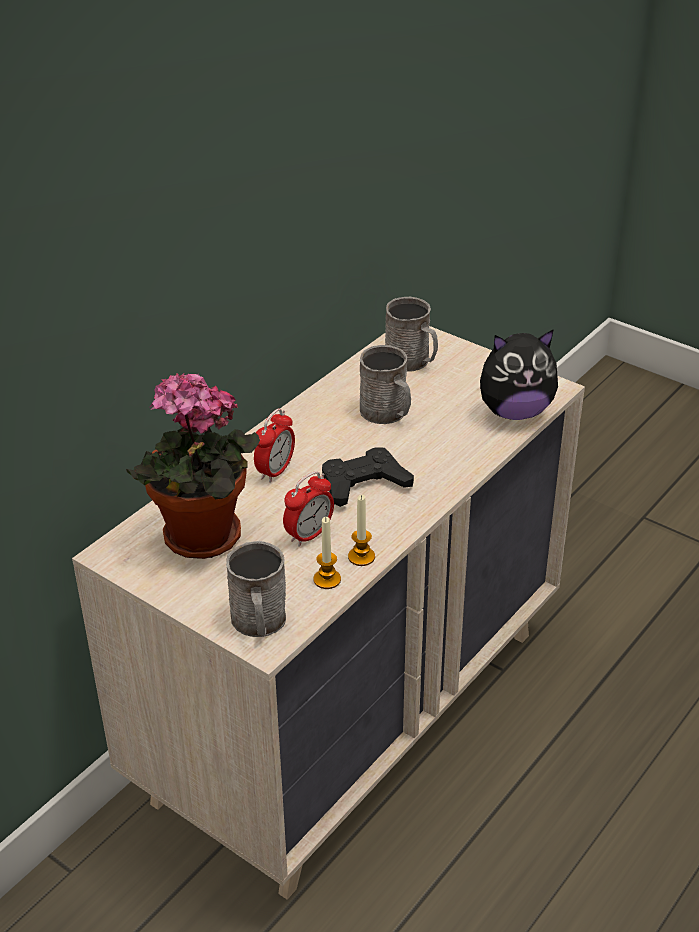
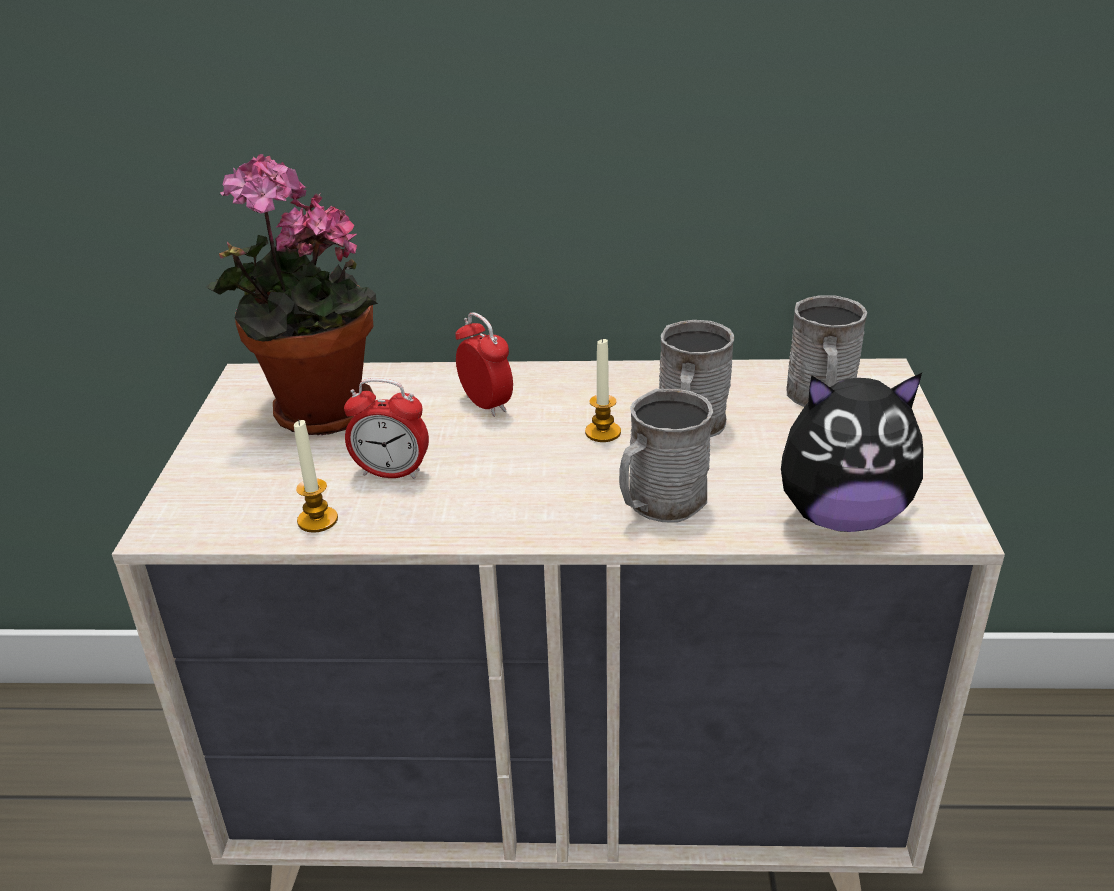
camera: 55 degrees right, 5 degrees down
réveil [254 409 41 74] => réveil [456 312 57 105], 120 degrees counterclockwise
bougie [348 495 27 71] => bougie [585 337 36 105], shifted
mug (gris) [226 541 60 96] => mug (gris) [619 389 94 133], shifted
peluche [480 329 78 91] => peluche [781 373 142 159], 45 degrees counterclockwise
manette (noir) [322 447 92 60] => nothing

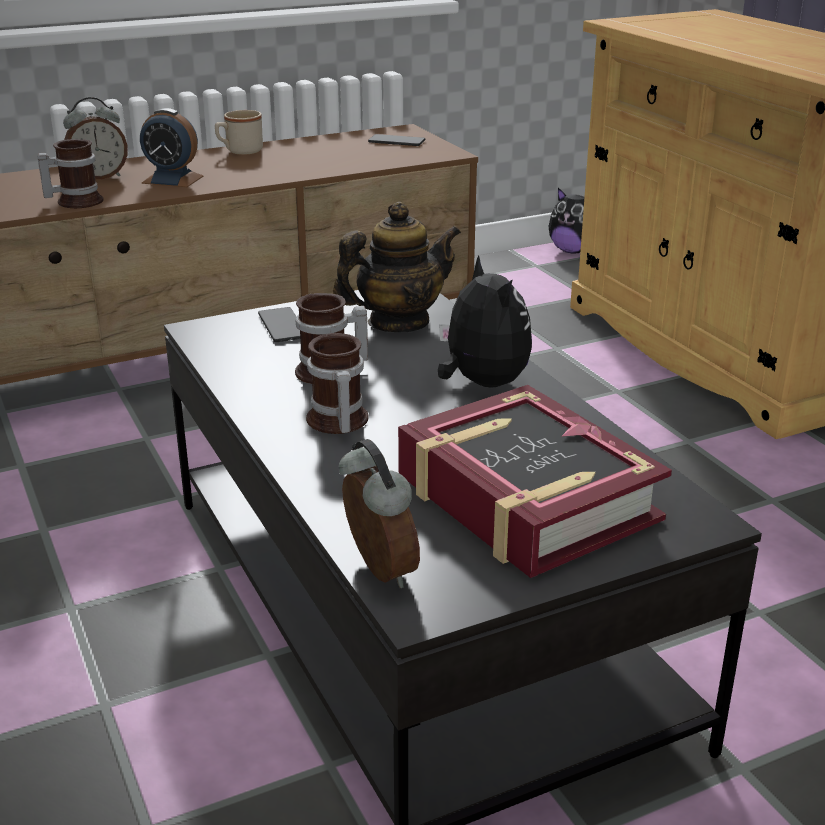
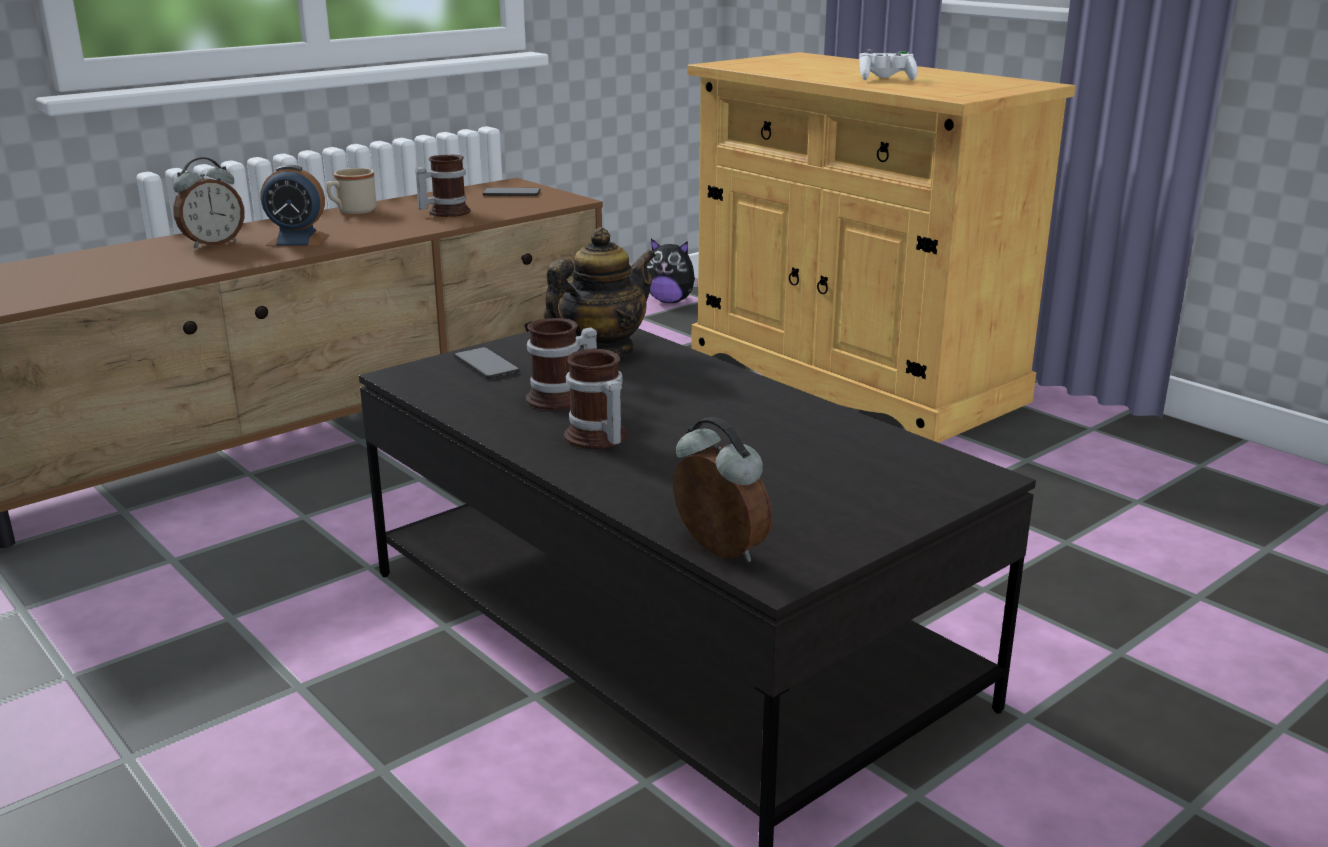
camera: 15 degrees left, 5 degrees down
mug [38 139 65 69] => mug [415 155 56 62], shifted
nothing => manette (blanc) [859 49 58 31]
livre [398 385 274 193] => nothing
peluche [438 255 94 133] => nothing

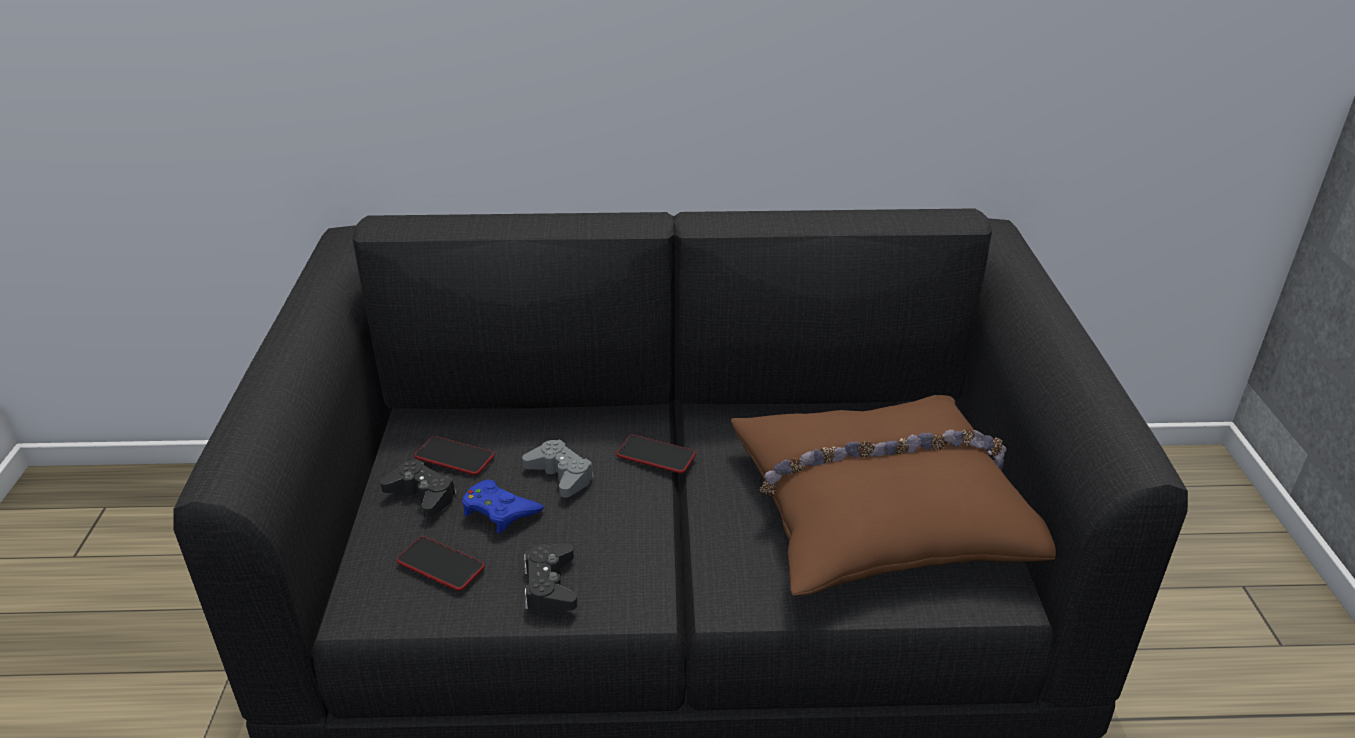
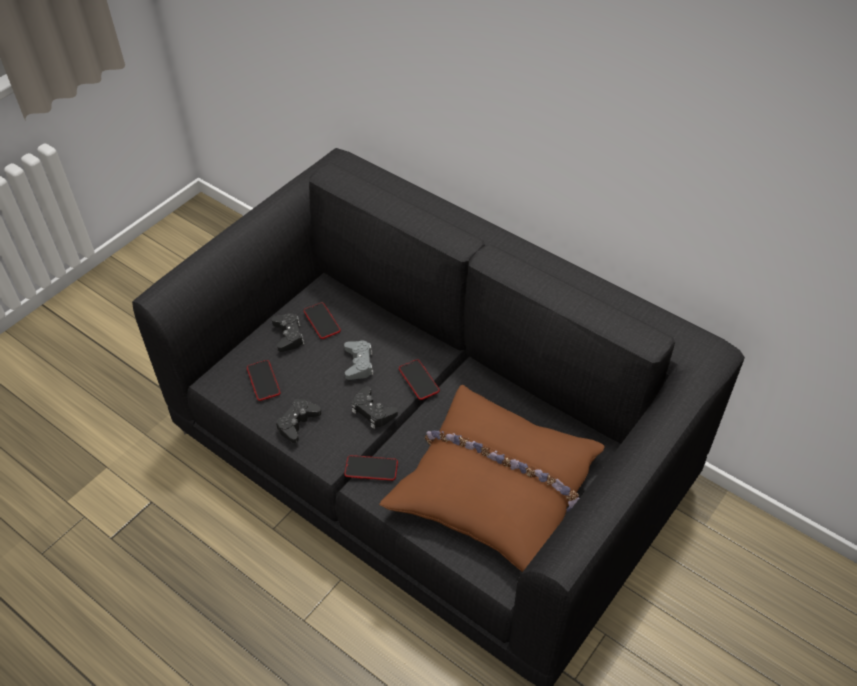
camera: 40 degrees right, 15 degrees up
nothing => téléphone [344 455 54 26]
nothing => manette (noir) [352 386 46 43]
manette (bleu) [462 480 82 53] => nothing

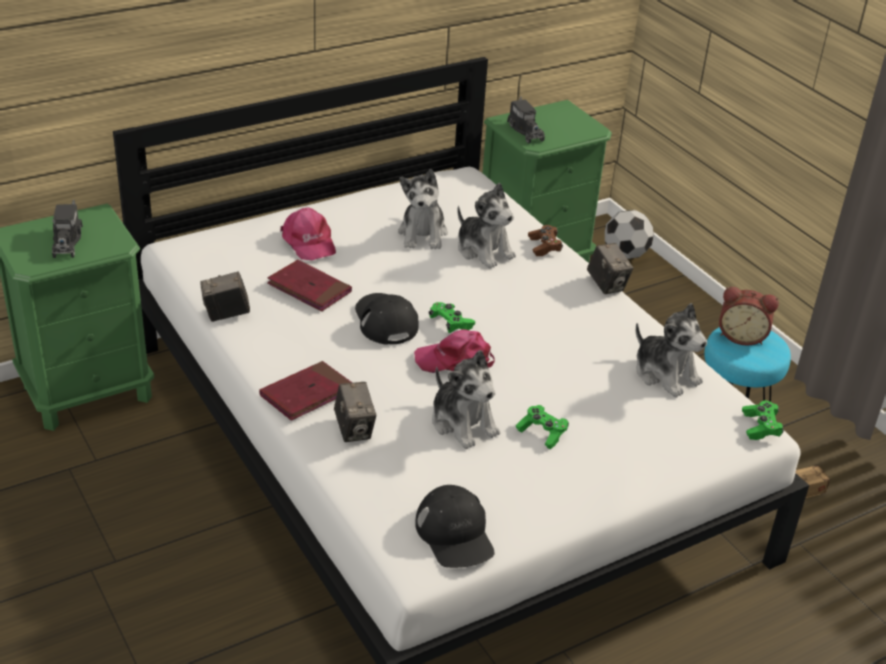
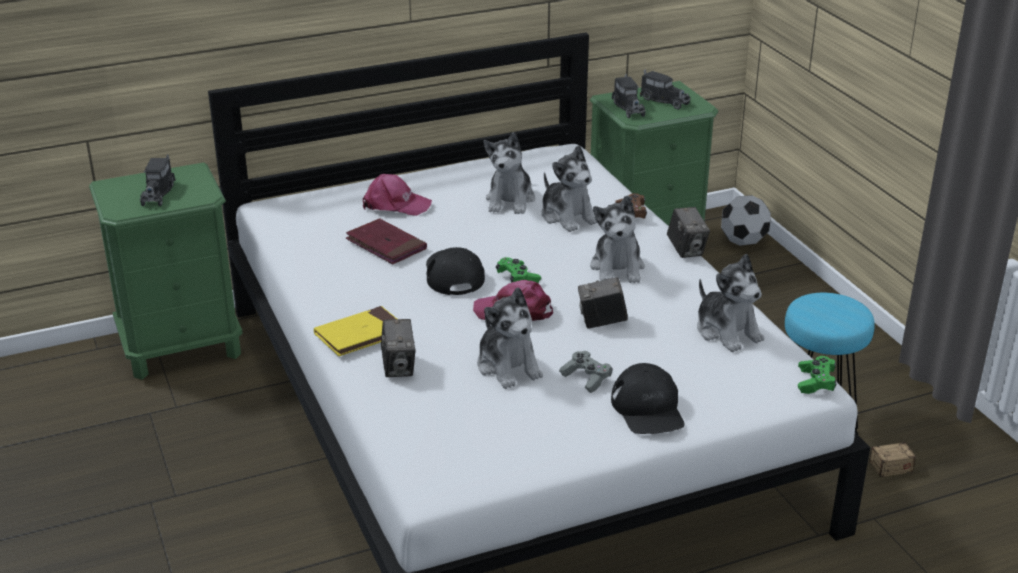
camera: 10 degrees right, 5 degrees down
livre (rouge) [259 361 93 59] => livre (jaune) [314 306 83 50]
casquette (rose) [280 207 56 53] => casquette (rose) [363 174 69 42], 60 degrees counterclockwise
manette (vert) [516 405 53 44] => manette (gris) [559 351 54 42]
appareil photo [200 272 50 50] => appareil photo [578 277 50 52], shifted
nothing => peluche [590 195 55 88]
casquette (noir) [415 485 80 83] => casquette (noir) [611 363 74 71], shifted
nothing => camion jouet [640 69 50 41]
réveil [719 287 60 59] => nothing

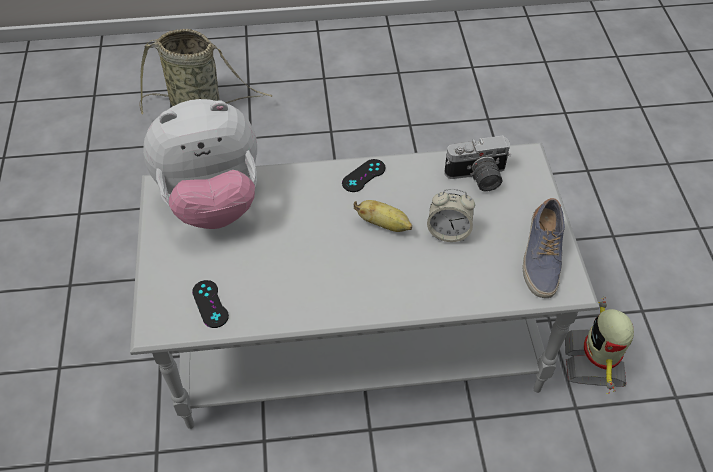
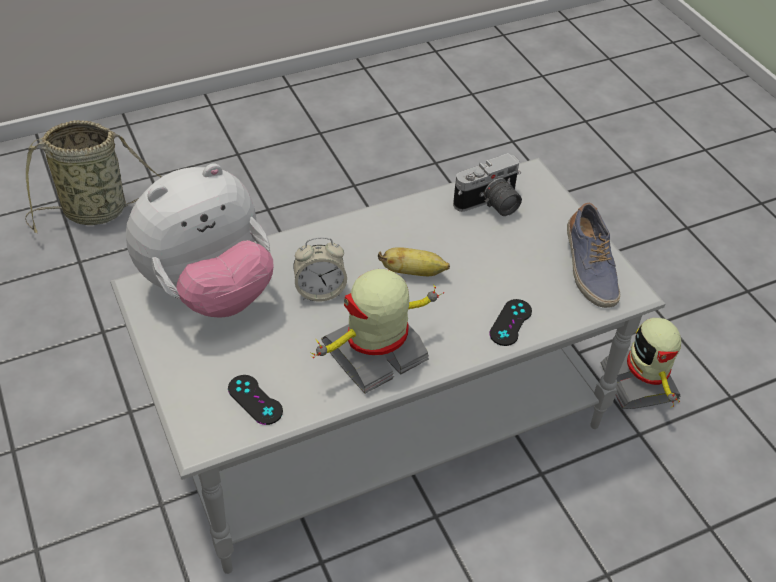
camera: 20 degrees left, 5 degrees down
réveil [427 189 48 53] => réveil [293 237 54 65], shifted
nothing => robot jouet [311 269 133 125]
manette (noir) [342 159 43 33] => manette (noir) [489 299 43 47], shifted

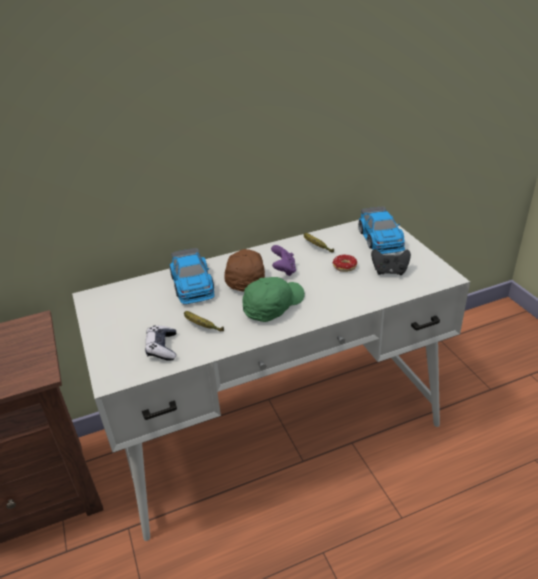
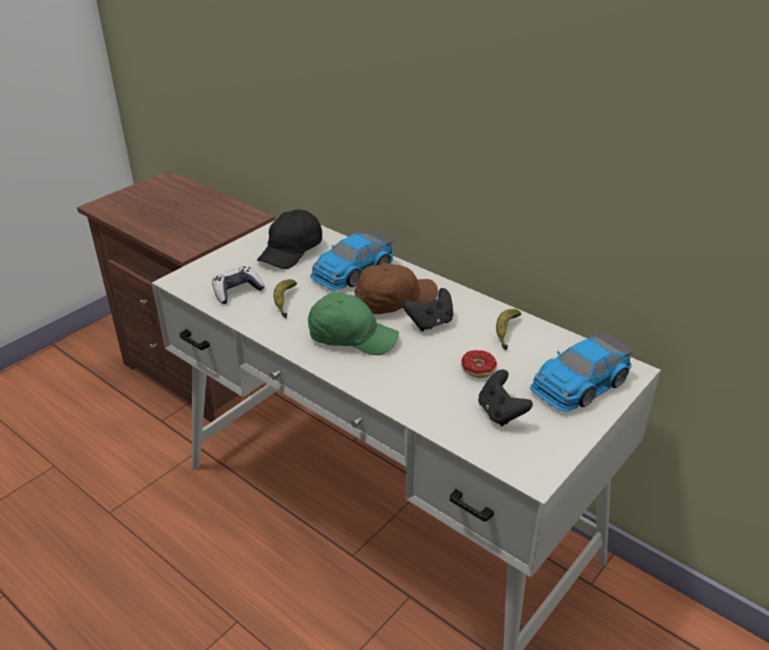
camera: 60 degrees right, 0 degrees up
nothing => casquette (noir) [257 209 65 60]
manette (violet) [271 245 25 31] => manette (noir) [403 288 50 43]

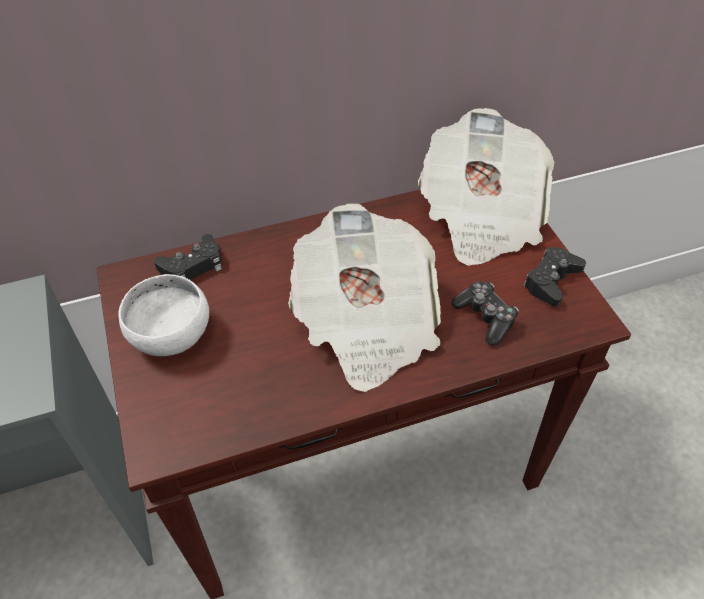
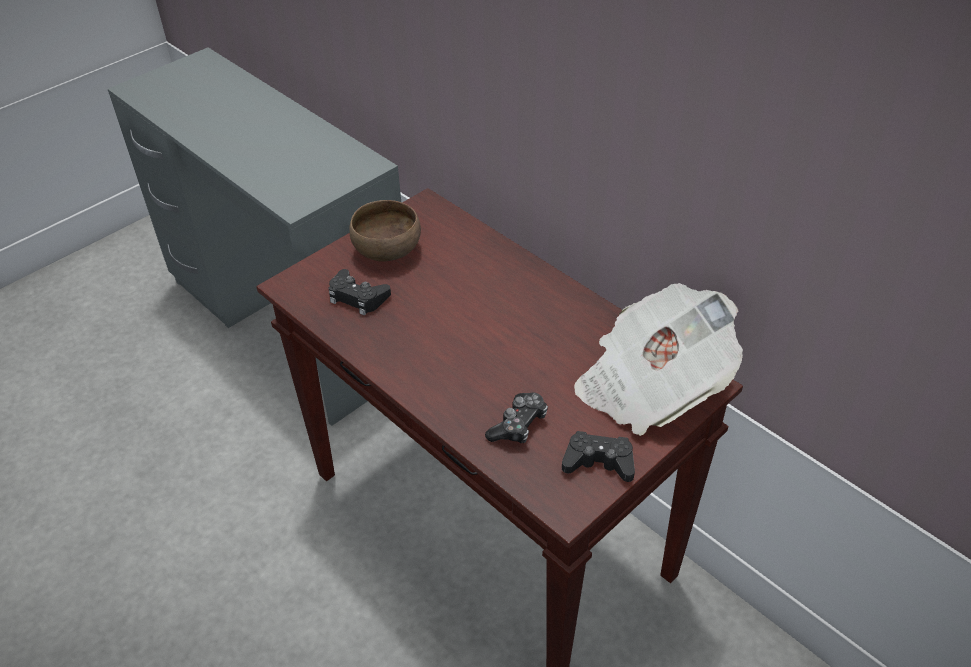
camera: 65 degrees right, 5 degrees down
manette (noir) [154 234 68 46] => manette (noir) [328 269 63 46], shifted
bol (blanc) [118 274 91 82] => bol (marron) [350 200 71 62]
journal [288 203 153 189] => nothing

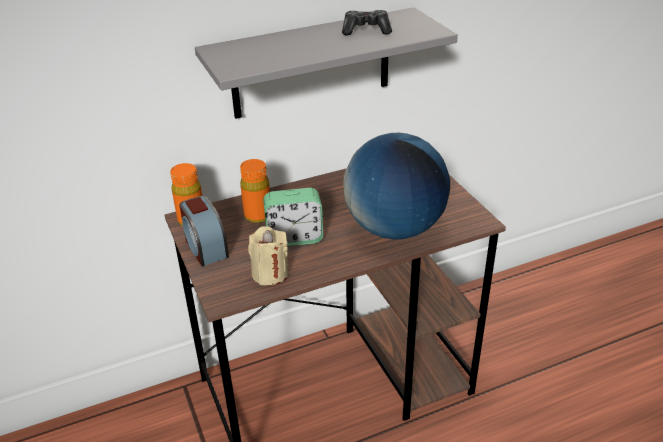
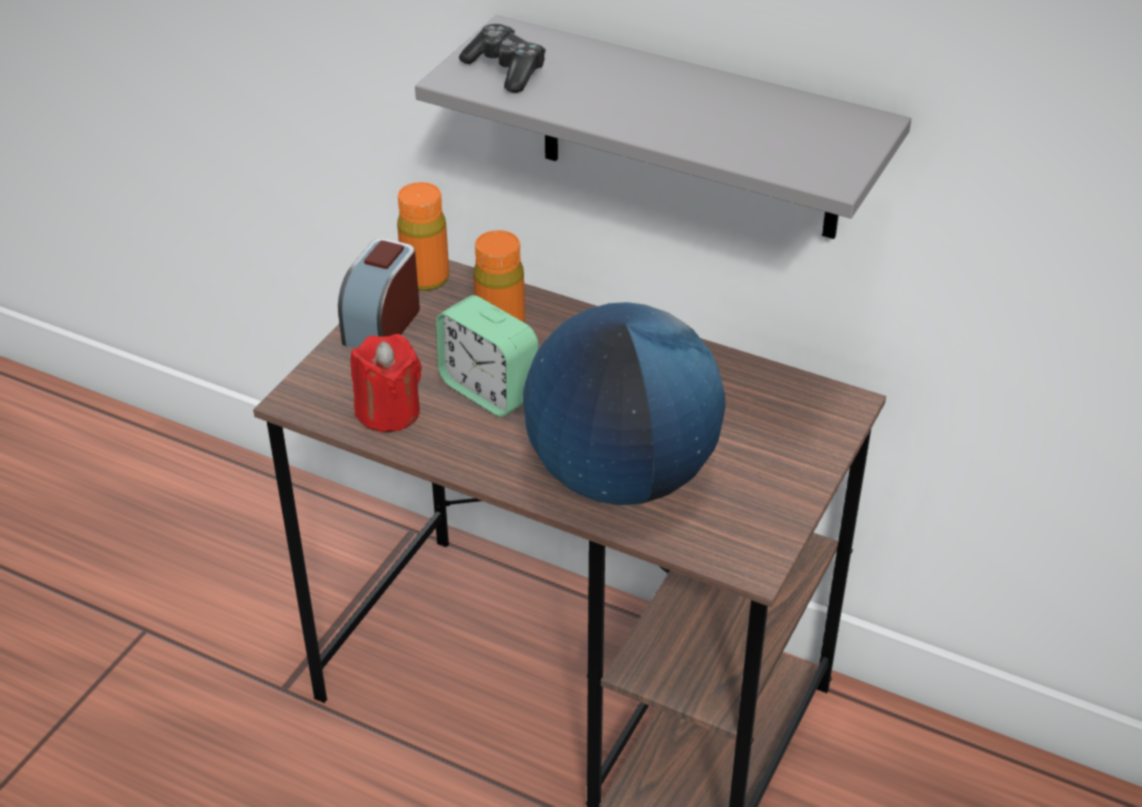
camera: 50 degrees right, 5 degrees up
bougie (beige) [248 226 41 59] => bougie (rouge) [351 334 71 98]
manette [342 10 50 25] => manette [459 24 87 69], shifted

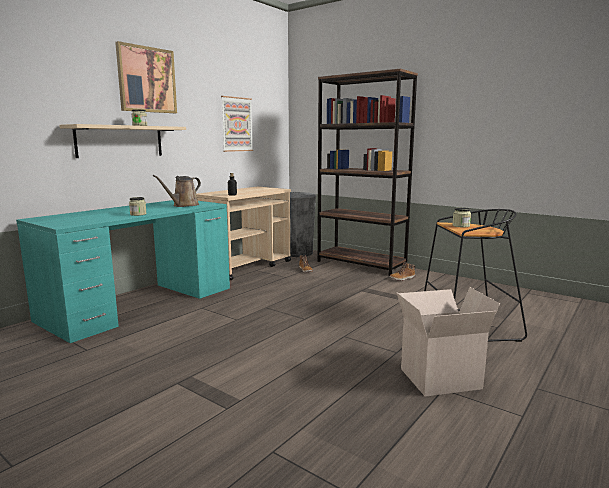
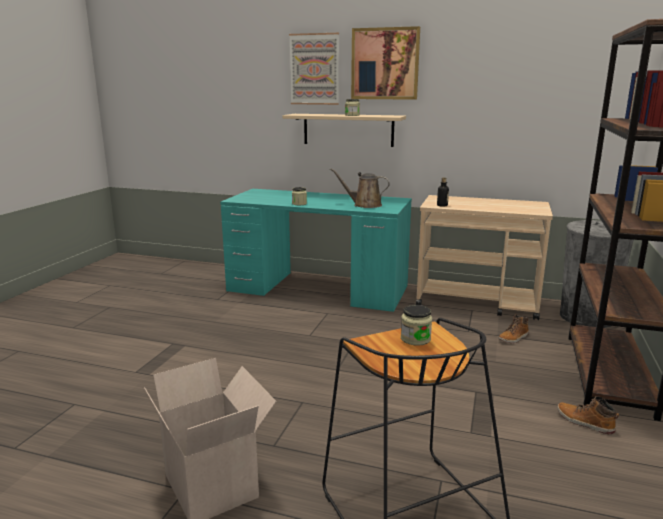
camera: 70 degrees right, 5 degrees up
tableau [221 96 32 56] => tableau [289 33 50 72], shifted

